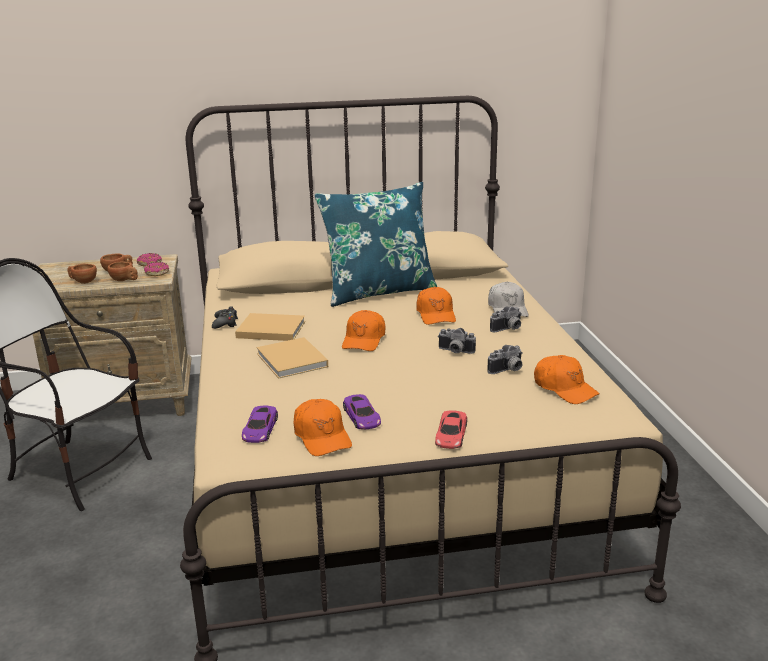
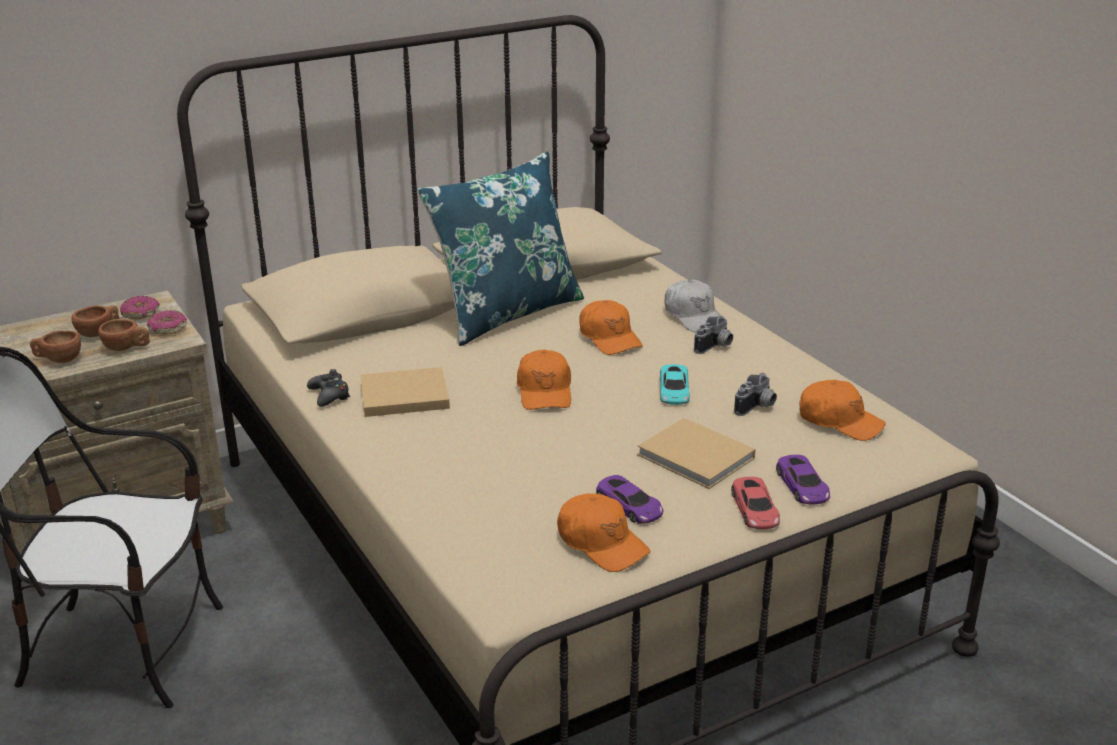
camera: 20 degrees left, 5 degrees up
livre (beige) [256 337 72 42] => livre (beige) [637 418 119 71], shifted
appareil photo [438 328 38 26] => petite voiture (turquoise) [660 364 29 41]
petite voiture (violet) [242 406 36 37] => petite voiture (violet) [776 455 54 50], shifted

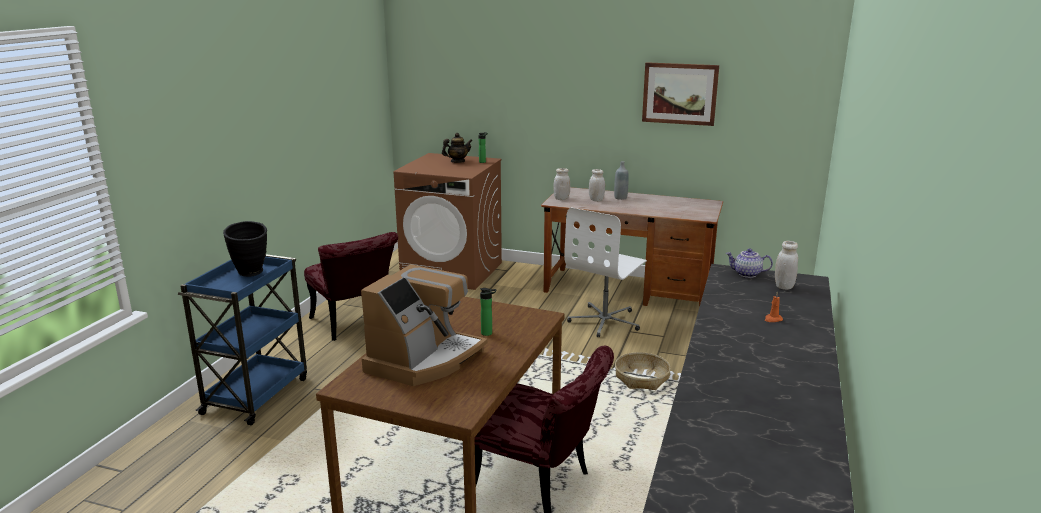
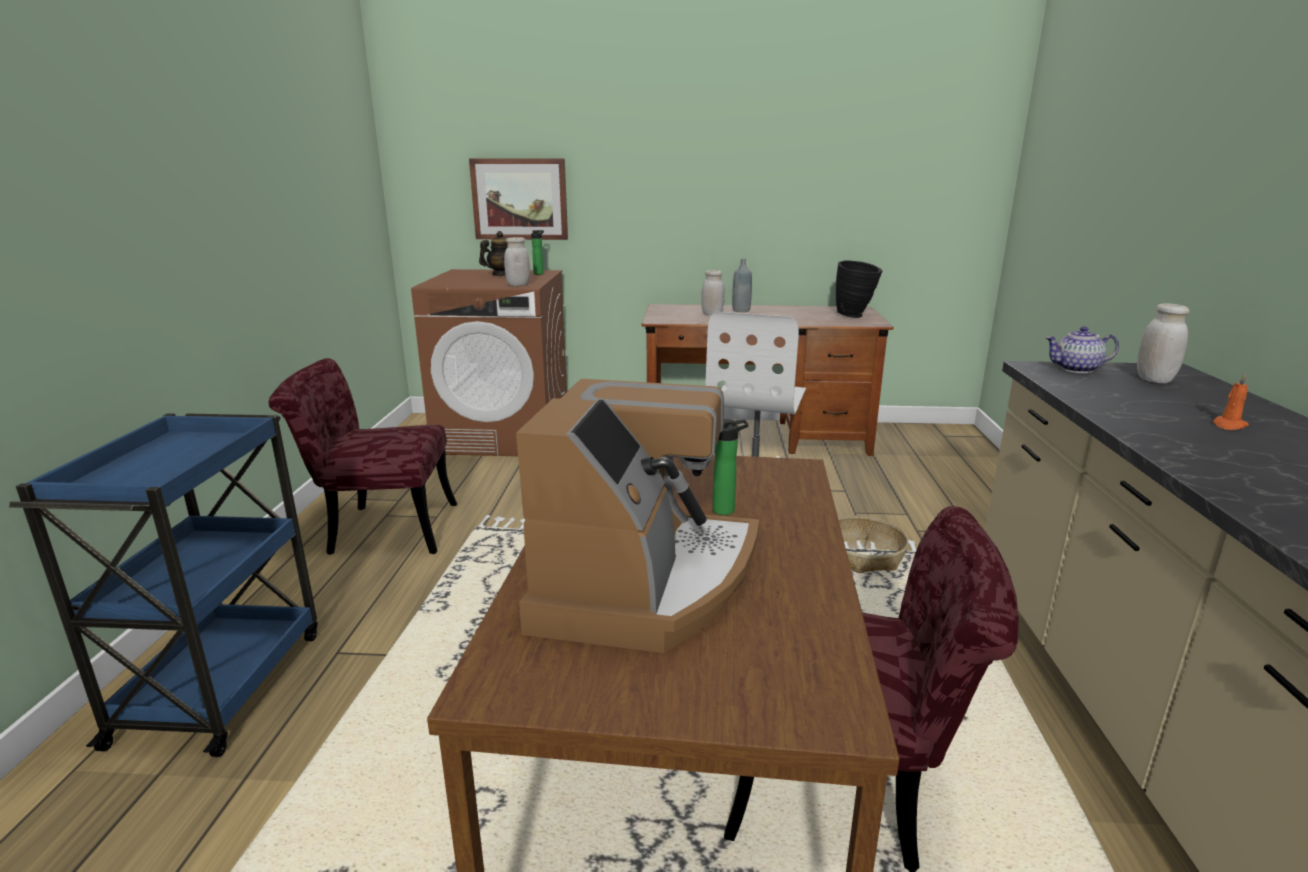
camera: 15 degrees left, 0 degrees up
chaise (rouge) [304 232 94 109] => chaise (rouge) [269 358 188 197], 135 degrees clockwise
tableau [642 62 77 64] => tableau [469 159 99 81], shifted
bocal (blanc) [554 168 16 32] => bocal (blanc) [504 237 26 49], shifted
vase (noir) [223 221 44 56] => vase (noir) [836 260 47 58], shifted

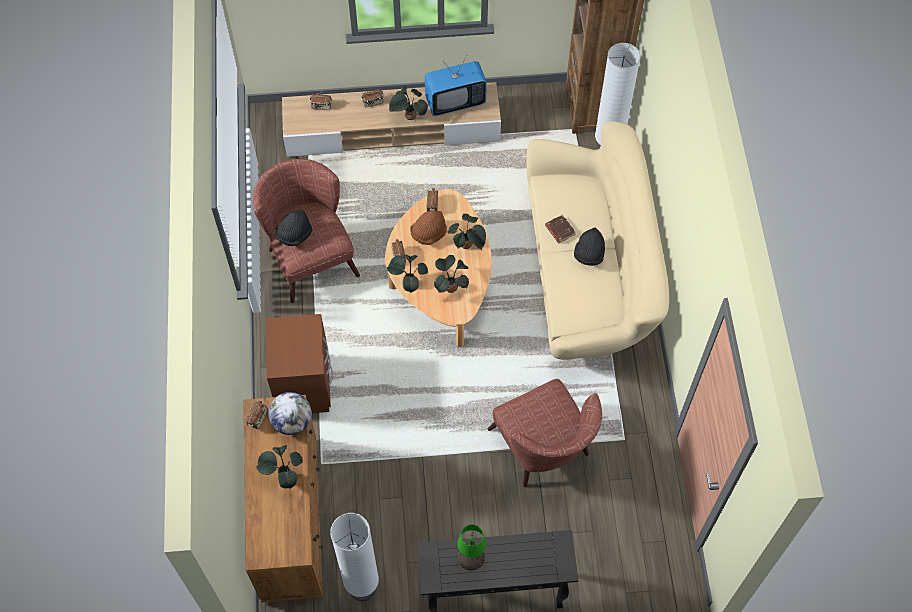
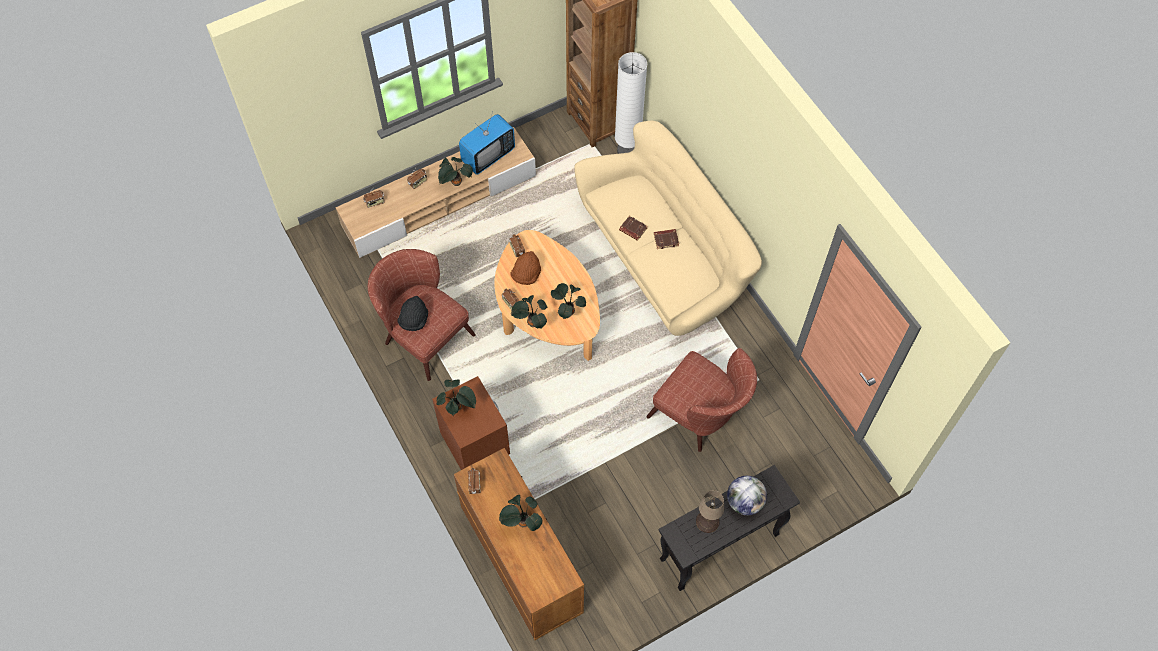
camera: 25 degrees left, 0 degrees up
plante en pot [448 214 38 36] => plante en pot [436 379 40 37], shifted
chapeau (noir) [574 228 31 38] => livre (marron) [654 229 25 20]
lampe de table (vert) [457 524 29 47] => lampe de table (beige) [696 490 28 43]
globe [268 392 44 43] => globe [727 476 40 39], shifted
lampadaire (blanc) [330 513 49 88] => nothing

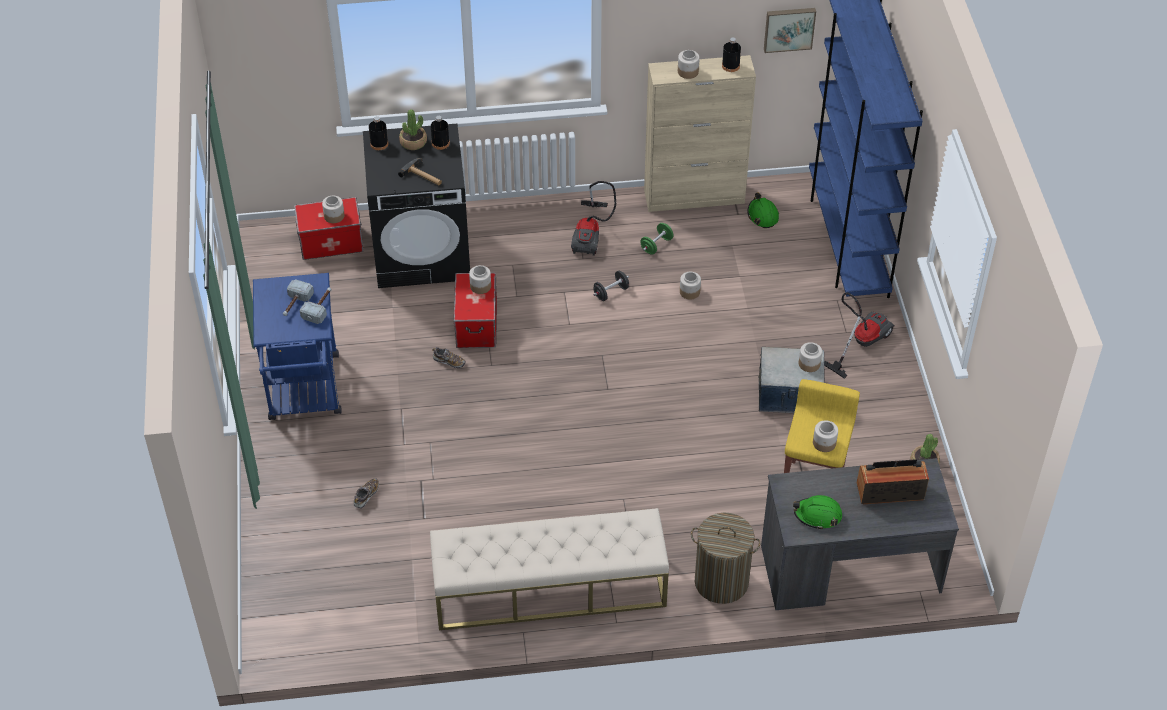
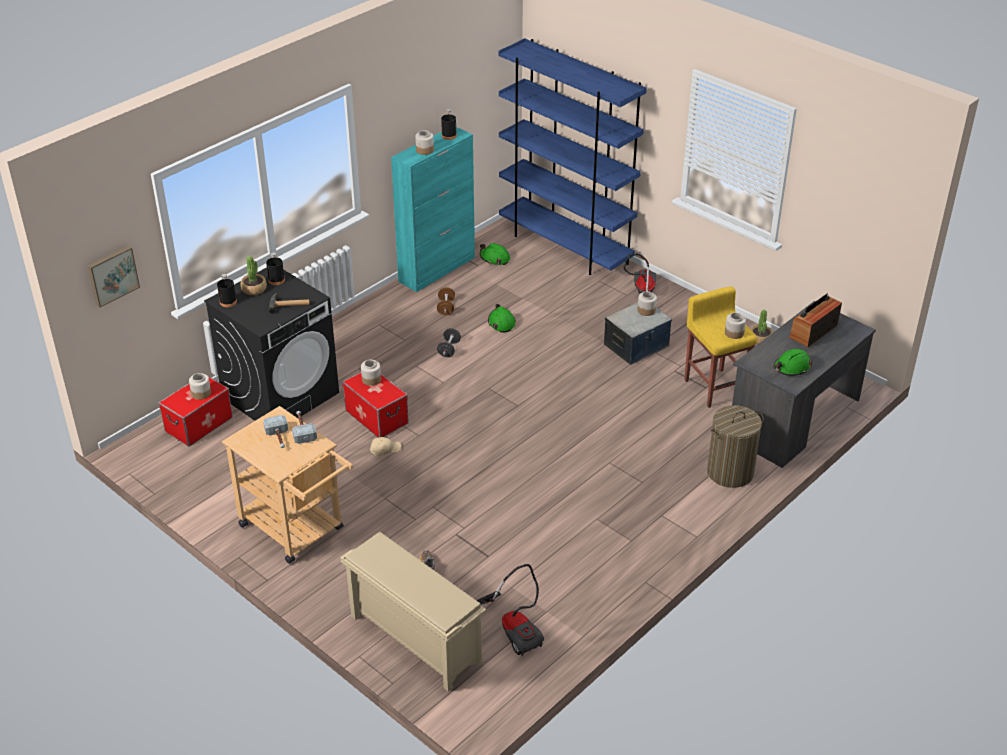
camera: 40 degrees left, 10 degrees down
tableau [764 8 52 45] => tableau [88 246 52 61], shifted
chariot (bleu) [253 273 89 147] => chariot (beige) [222 406 131 158]
nothing => étagère à chaussures (beige) [340 532 146 159]
chaussure [433 347 33 21] => casquette (beige) [370 437 31 19]
meuble de rangement (beige) [644 55 112 157] => meuble de rangement (turquoise) [391 127 84 165]
haltère (vert) [640 223 34 32] => haltère (marron) [437 287 18 28]
aspirateur [571 181 45 75] => aspirateur [476 564 68 92], shifted
bocal [680 272 21 28] => casque de chantier (vert) [488 304 28 29]
banc (beige) [430 508 239 122] => nothing

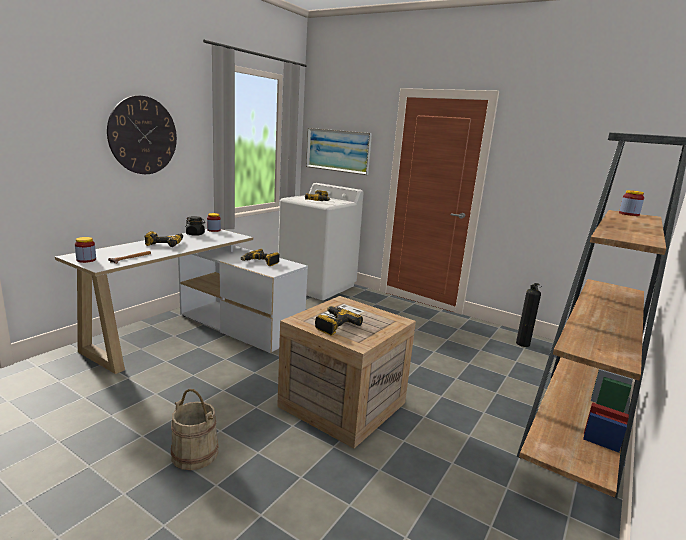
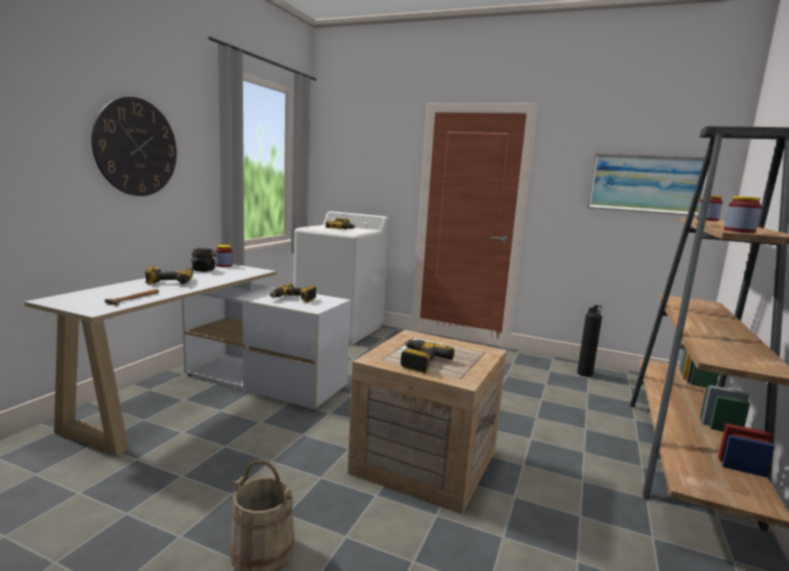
camera: 10 degrees left, 5 degrees down
tableau [306 128 66 47] => tableau [587 153 122 63], shifted
bocal [75 237 21 26] => bocal [724 196 38 37], shifted

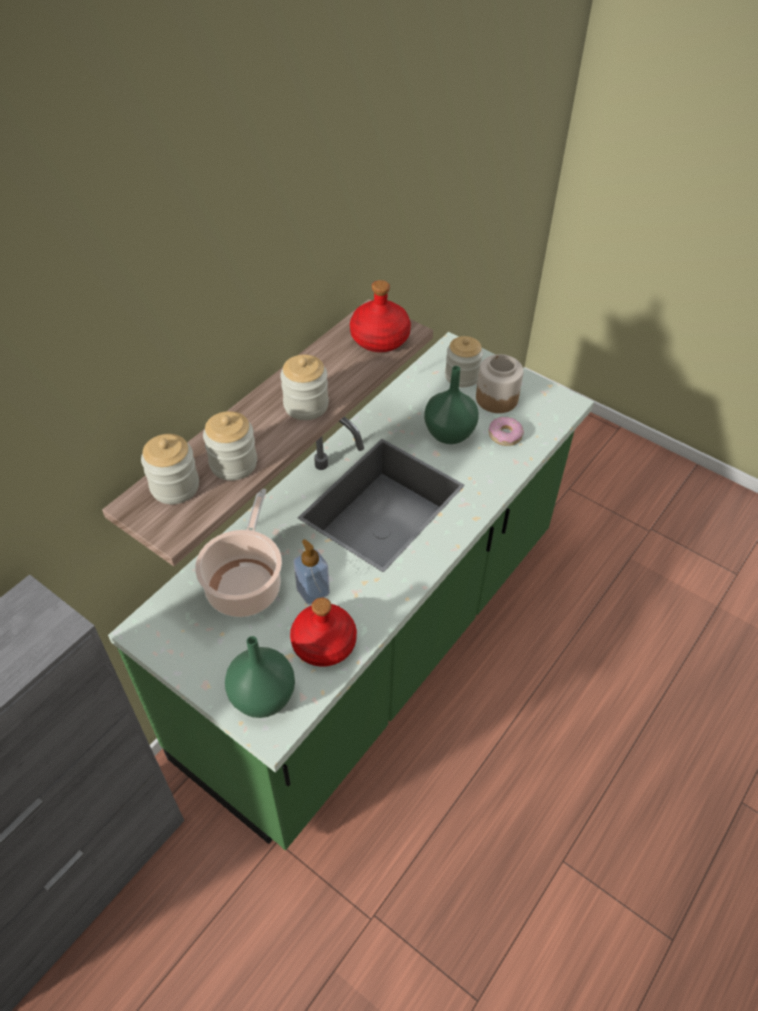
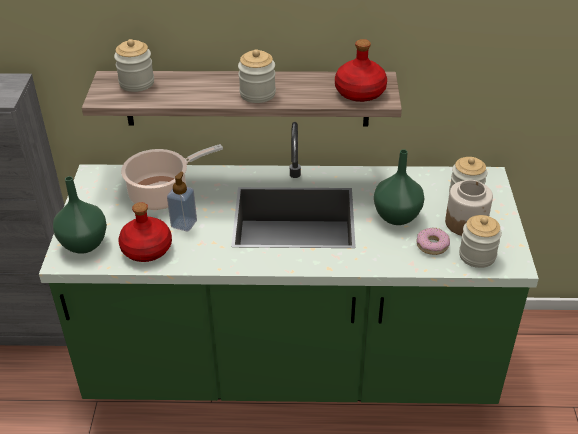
camera: 55 degrees right, 10 degrees down
bocal [203 411 54 70] => bocal [459 215 43 53], shifted

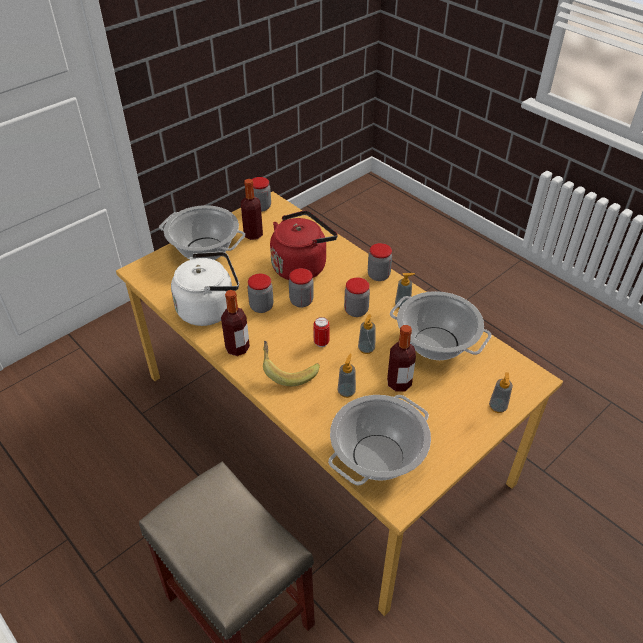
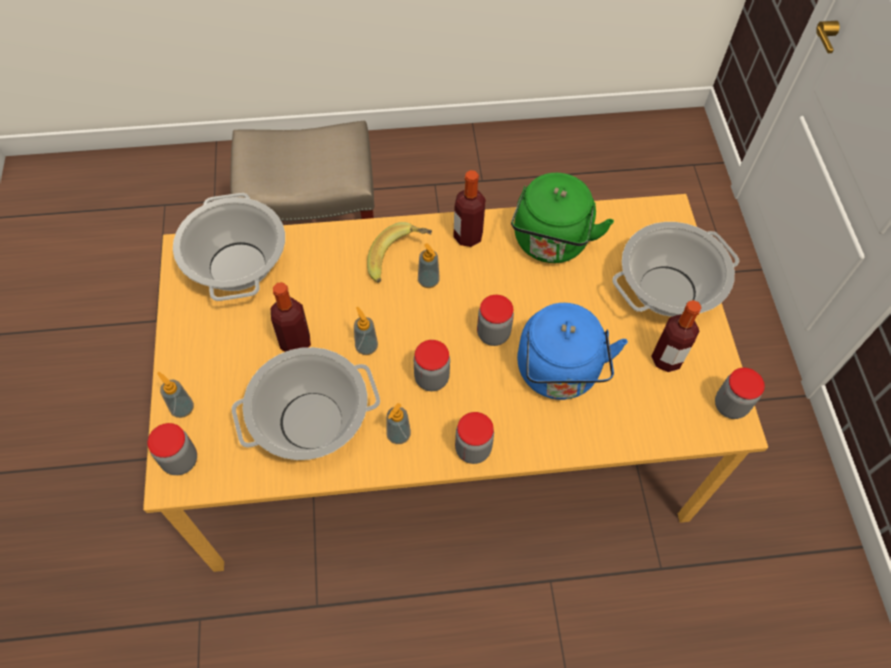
camera: 125 degrees right, 15 degrees up
bocal [247 274 26 39] => bocal [147 423 50 52], shifted
distributeur de savon [338 354 18 44] => distributeur de savon [418 243 22 45], shifted
bouilloire (blanc) [171 251 68 75] => bouilloire (vert) [511 173 103 90]
bouilloire (rouge) [270 210 68 70] => bouilloire (bleu) [517 303 111 97]
boîte métallique [313 317 17 30] => nothing

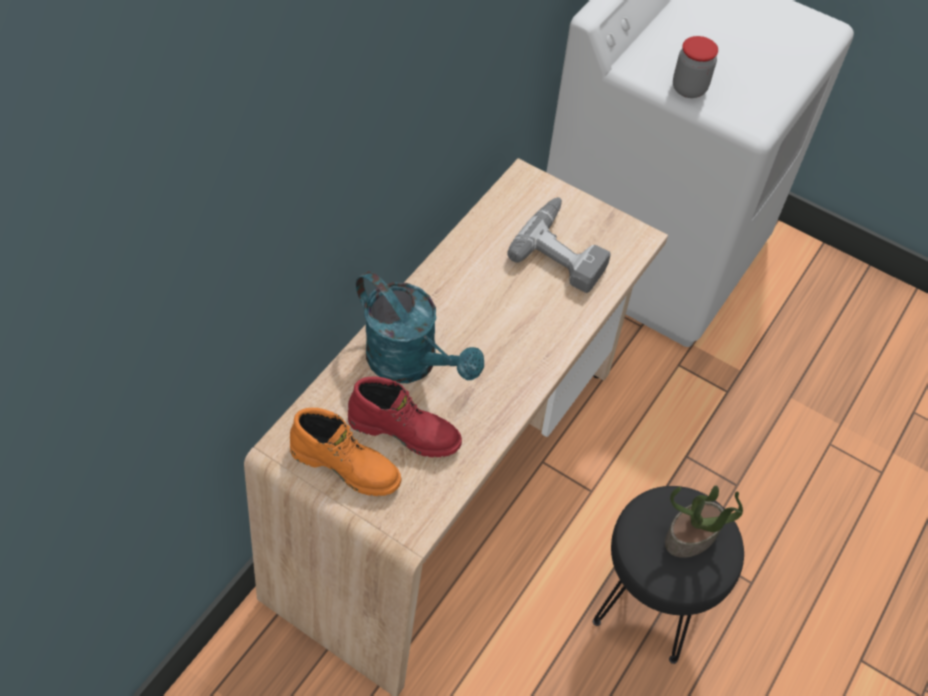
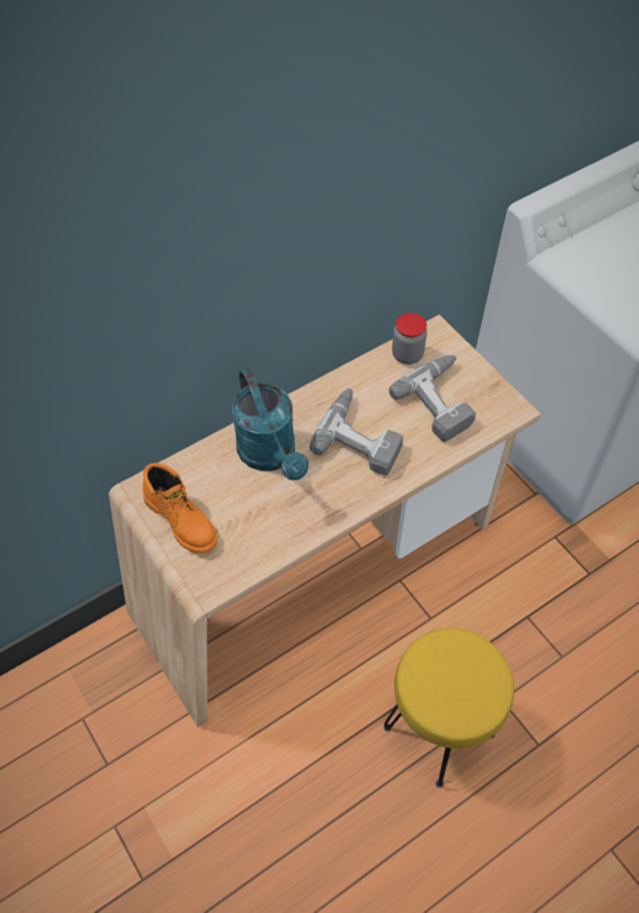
camera: 25 degrees right, 0 degrees up
nothing => perceuse [309 388 94 87]
tabouret (noir) [593 486 151 178] => tabouret (jaune) [384 628 130 160]
bocal [673 36 45 62] => bocal [392 313 35 52], shifted
botte (rouge) [348 376 114 81] => nothing
plante en pot [665 486 78 72] => nothing

